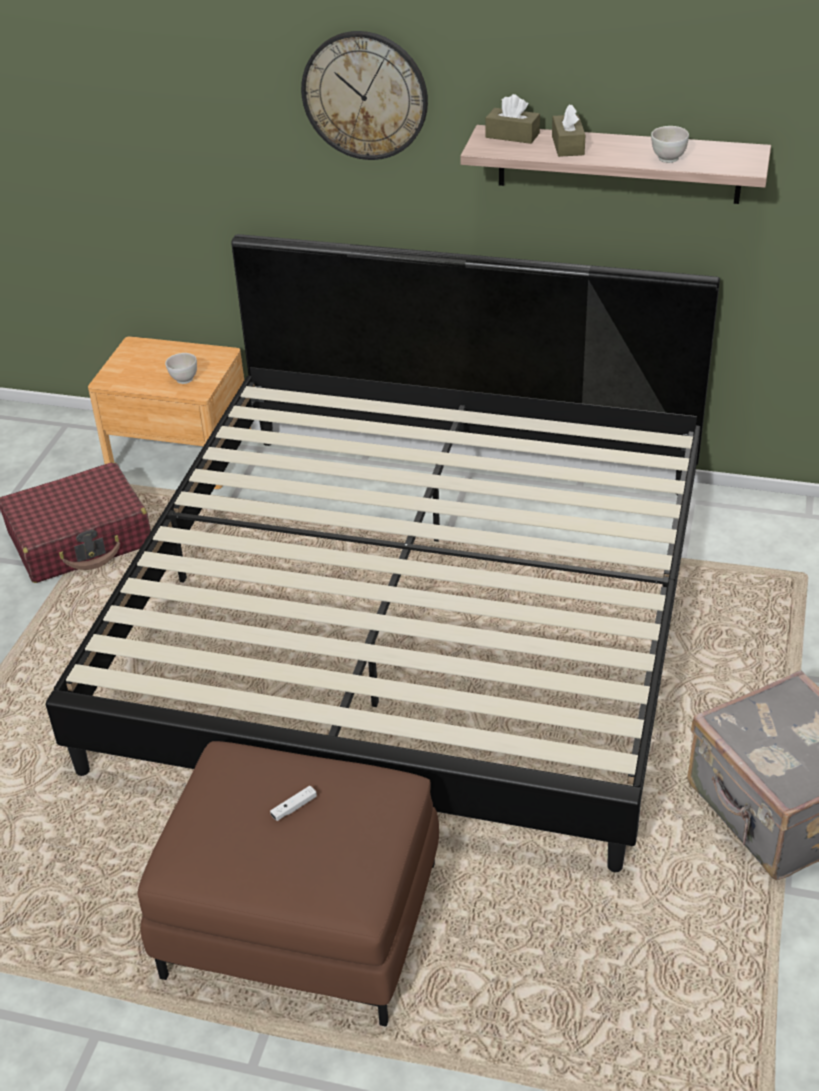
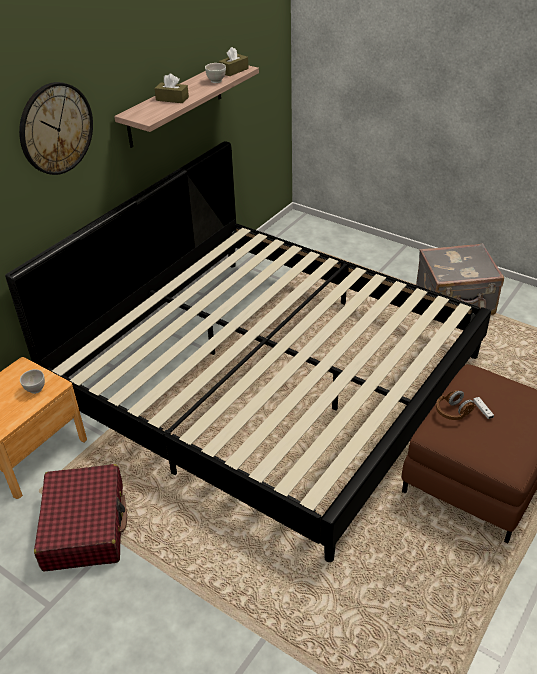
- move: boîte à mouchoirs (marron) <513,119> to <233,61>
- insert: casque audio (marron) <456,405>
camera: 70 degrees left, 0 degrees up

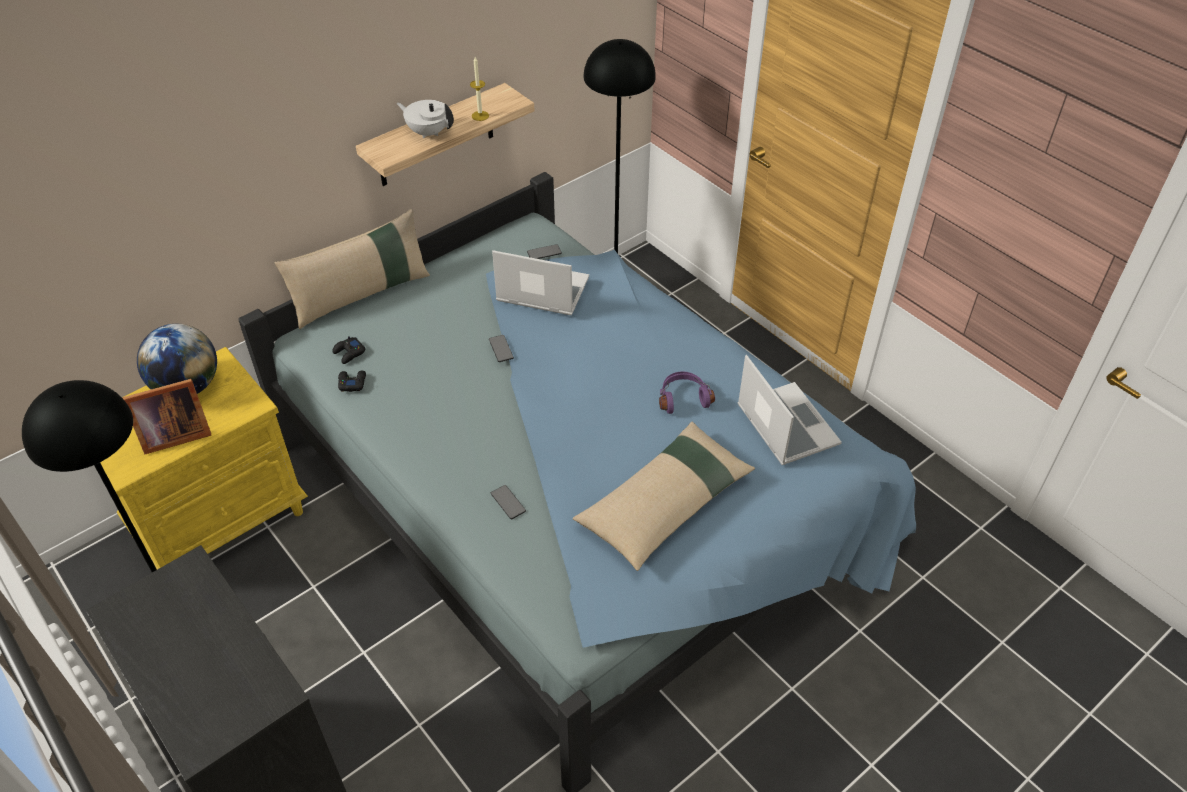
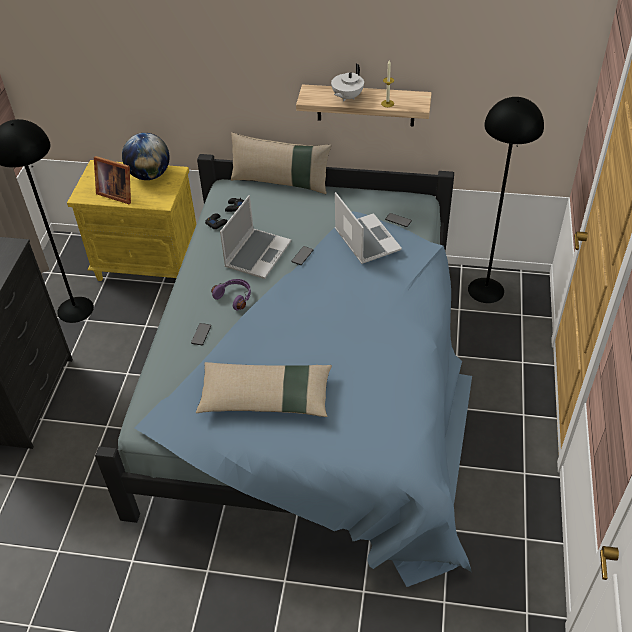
- rotate: théière (blanc) <425,119> = <347,83> 135 degrees counterclockwise
- move: ordinateur portable <790,410> to <255,237>
- move: casque audio (violet) <687,392> to <231,295>
camera: 50 degrees right, 0 degrees up

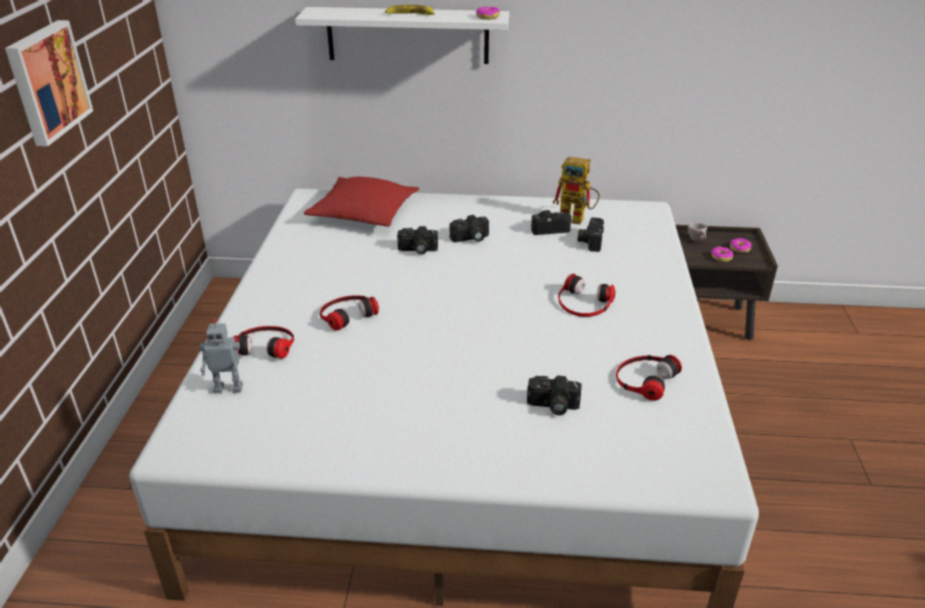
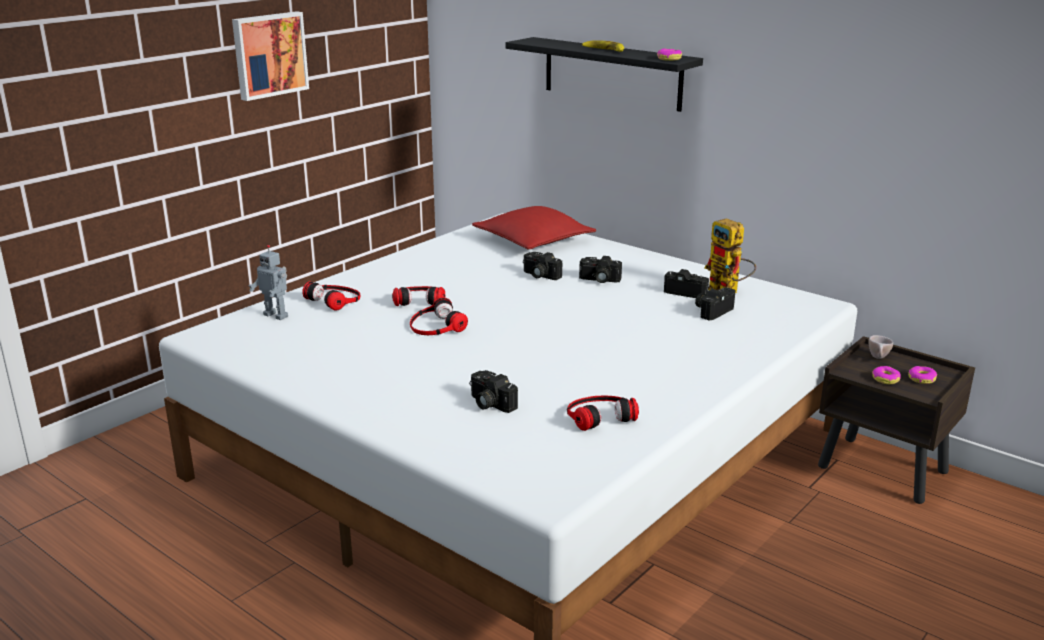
- recolor: étagère (blanc) <402,35> to étagère (noir) <604,74>
- move: casque audio <587,295> to <439,316>
camera: 35 degrees right, 10 degrees down

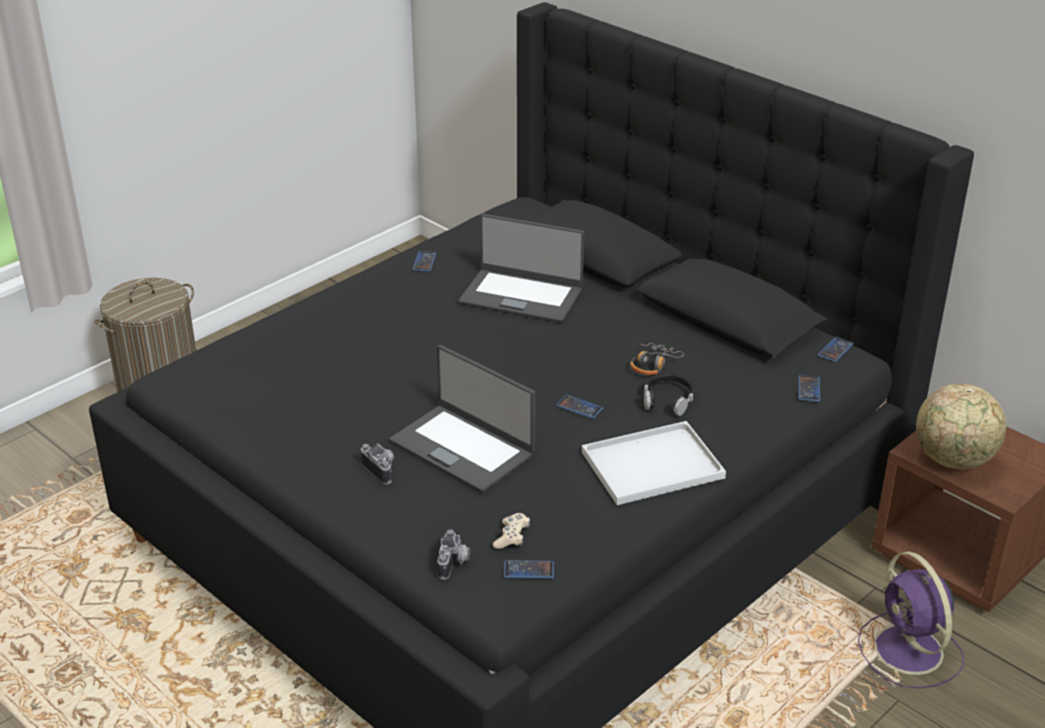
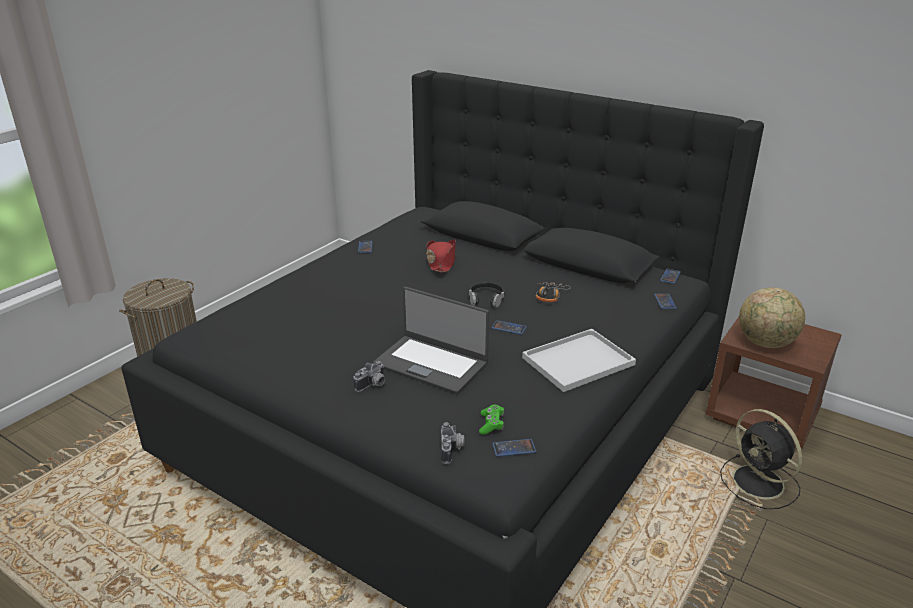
- replace: ordinateur portable <521,268> to chapeau (rouge) <441,256>
- move: casque audio (noir) <669,395> to <487,295>
- rotate: appareil photo <377,464> = <369,376> 90 degrees clockwise
- recolor: manette (beige) <511,531> to manette (vert) <491,420>
- recolor: ventilateur (violet) <911,620> to ventilateur (noir) <761,459>
camera: 10 degrees left, 5 degrees down

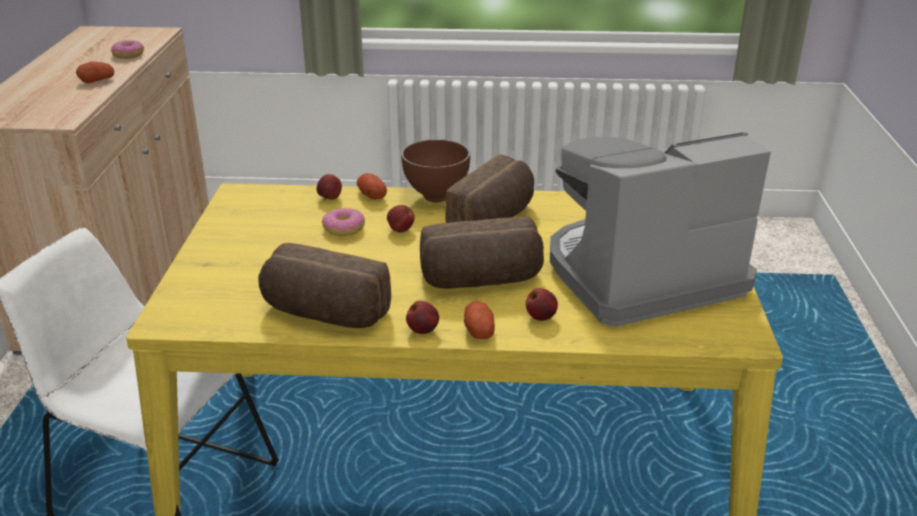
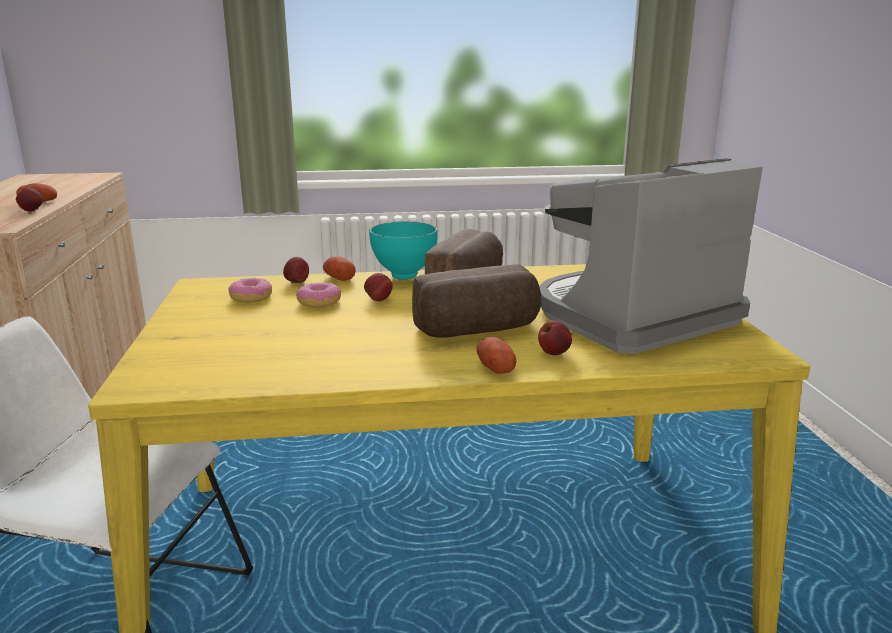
- move: beignet <127,49> to <250,290>
- recolor: bol (marron) <435,170> to bol (turquoise) <403,250>
- delete: pain <324,285>
- move: pomme <422,317> to <29,199>
camera: 10 degrees left, 10 degrees down

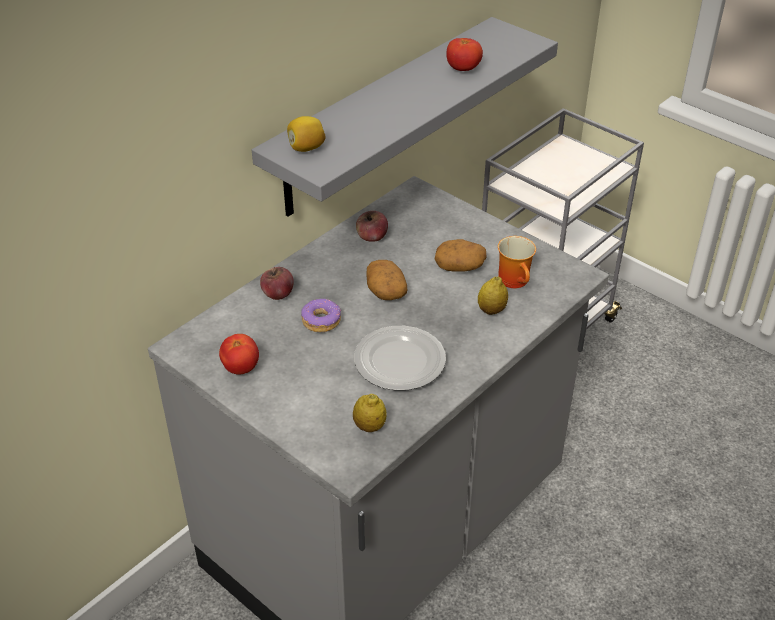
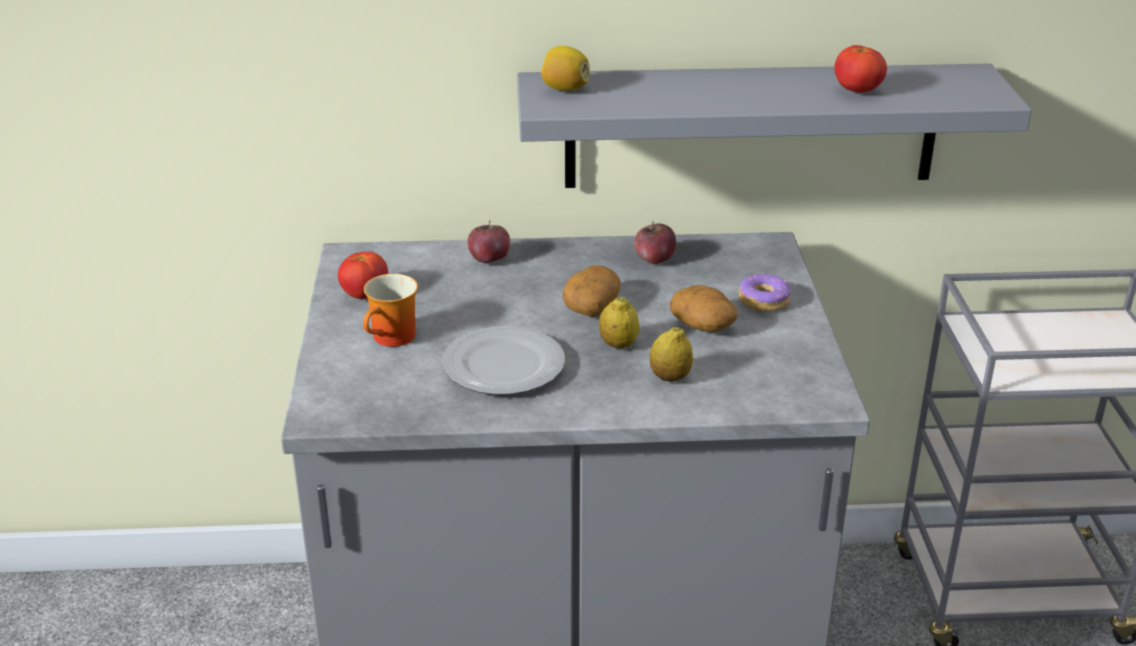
- move: mug <517,262> to <390,310>
- move: beignet <321,315> to <765,292>
- move: citron <370,413> to <619,322>
camera: 45 degrees right, 10 degrees down

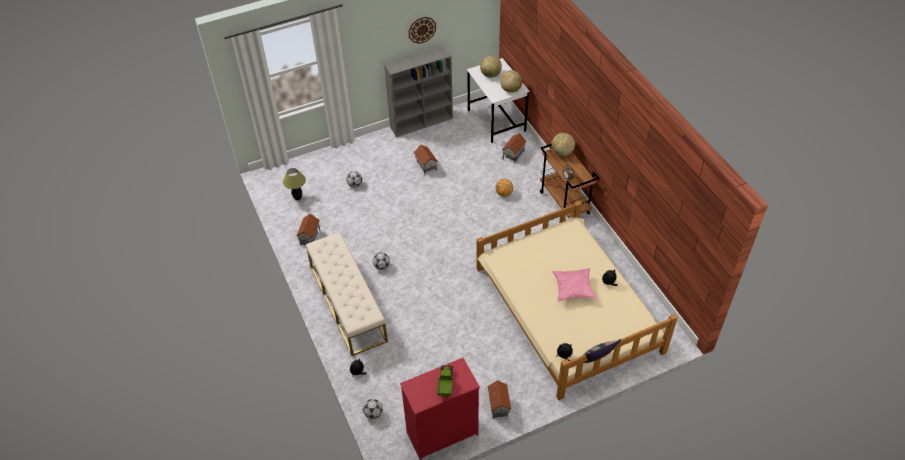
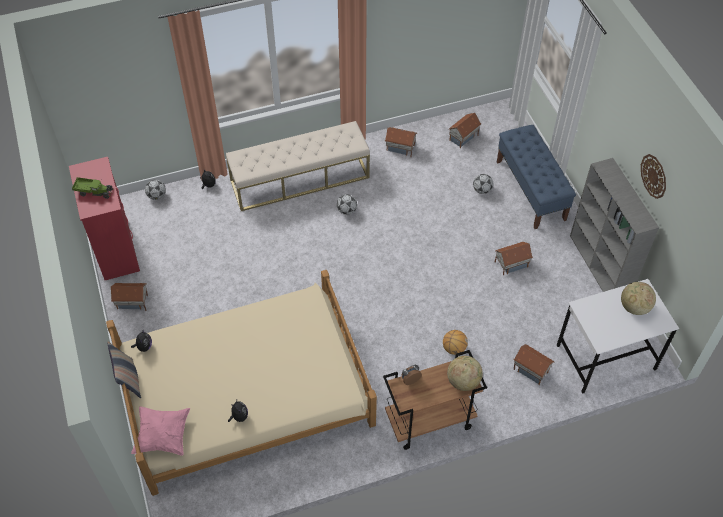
- delete: globe <511,81>
- replace: lampe de table <294,184> to maison miniature <465,130>
- move: coussin (rose) <574,285> to <160,431>
- insert: banc (bleu) <536,177>
camera: 95 degrees right, 5 degrees up

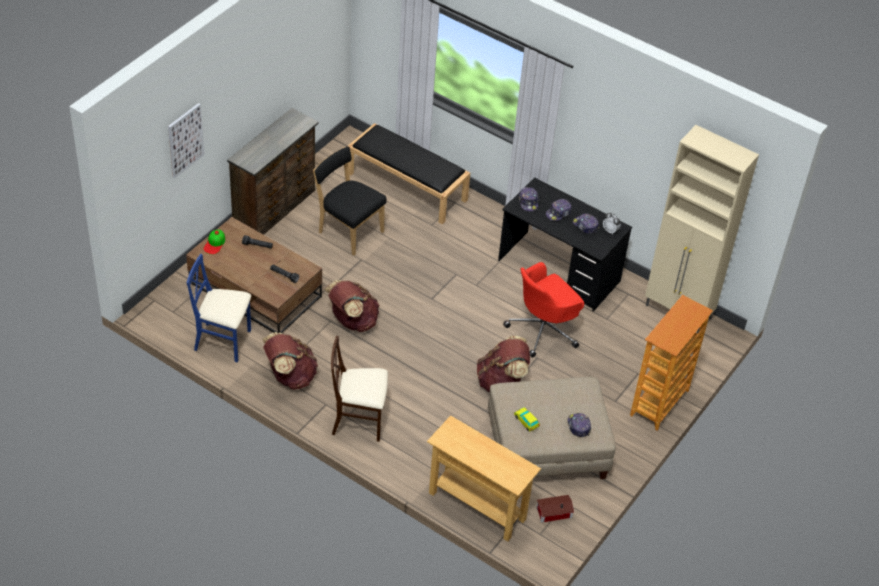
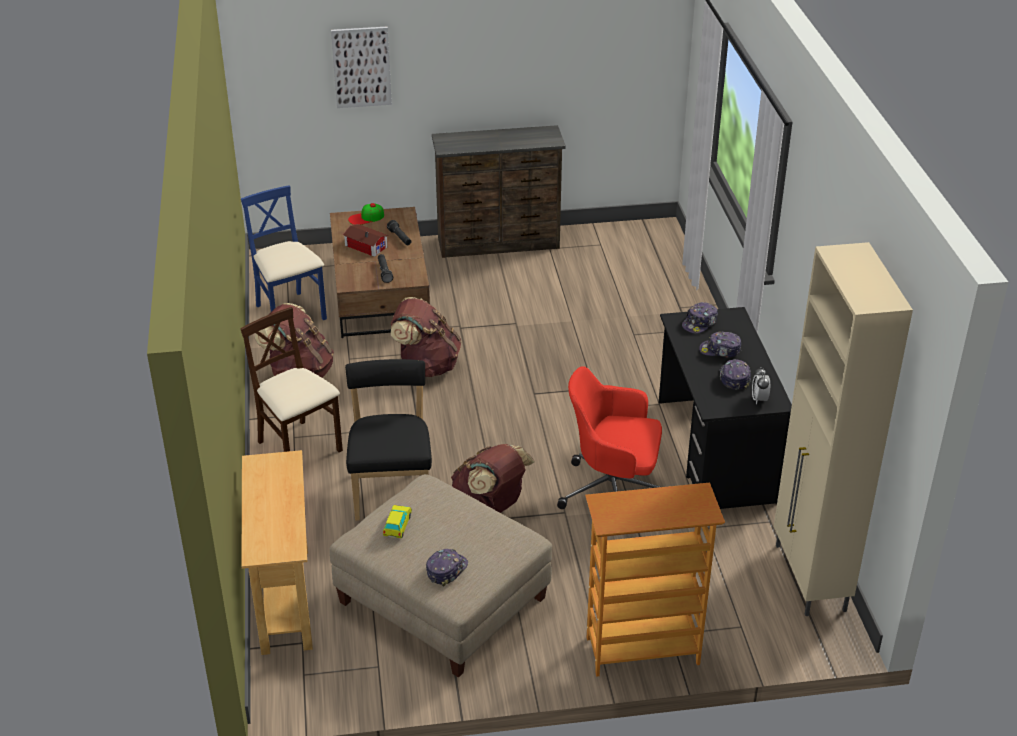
- delete: banc (noir) <409,174>
- move: chaise (noir) <350,201> to <388,440>
- move: maison miniature <555,509> to <366,240>
camera: 50 degrees right, 10 degrees down

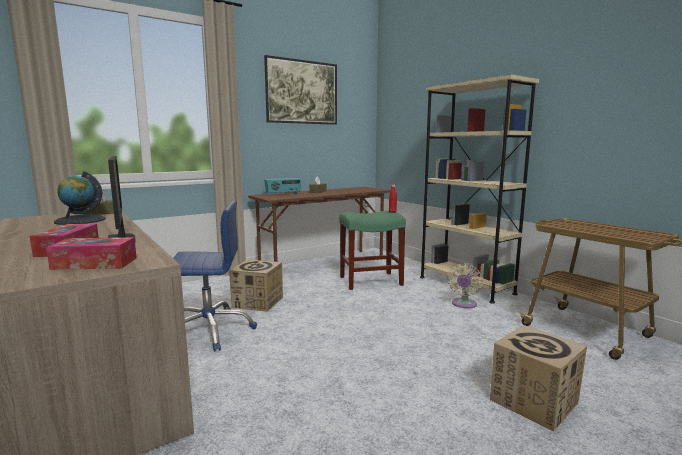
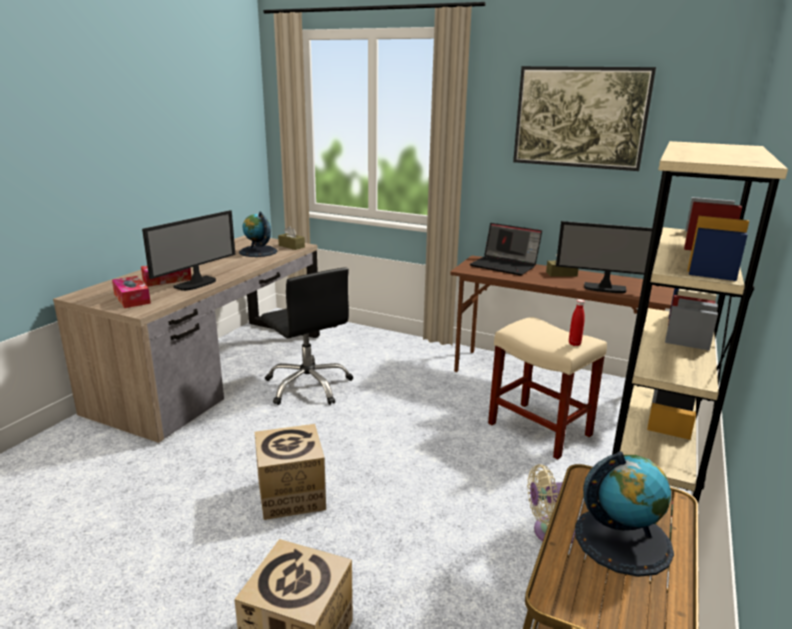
- replace: radio <282,187> to ordinateur portable <506,249>
- recolor: chaise de bureau (bleu) <215,276> to chaise de bureau (noir) <307,336>
- recolor: tabouret (vert) <372,250> to tabouret (beige) <547,388>
- move: carton <256,286> to <290,472>
- insert: écran d'ordinateur <604,257>
- insert: globe <624,514>
camera: 60 degrees right, 10 degrees up

